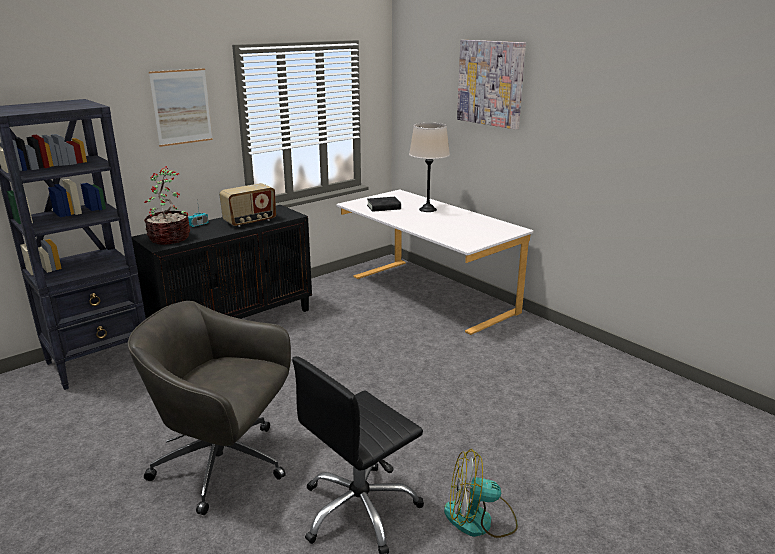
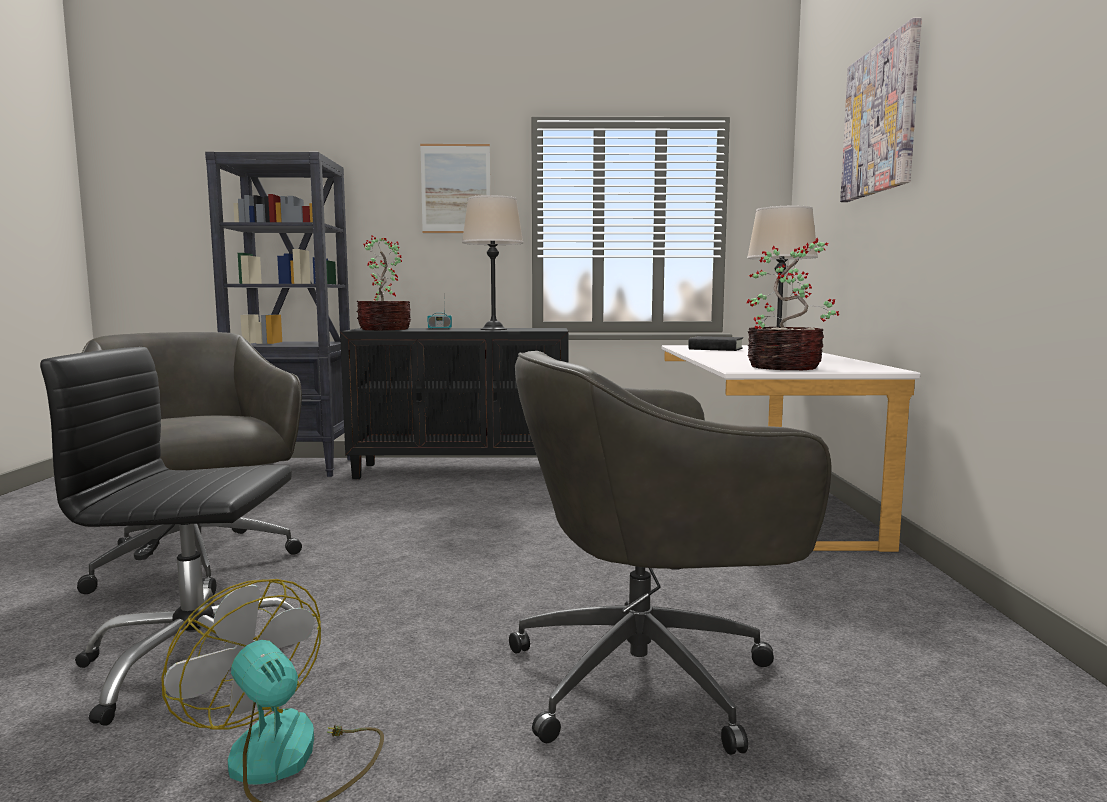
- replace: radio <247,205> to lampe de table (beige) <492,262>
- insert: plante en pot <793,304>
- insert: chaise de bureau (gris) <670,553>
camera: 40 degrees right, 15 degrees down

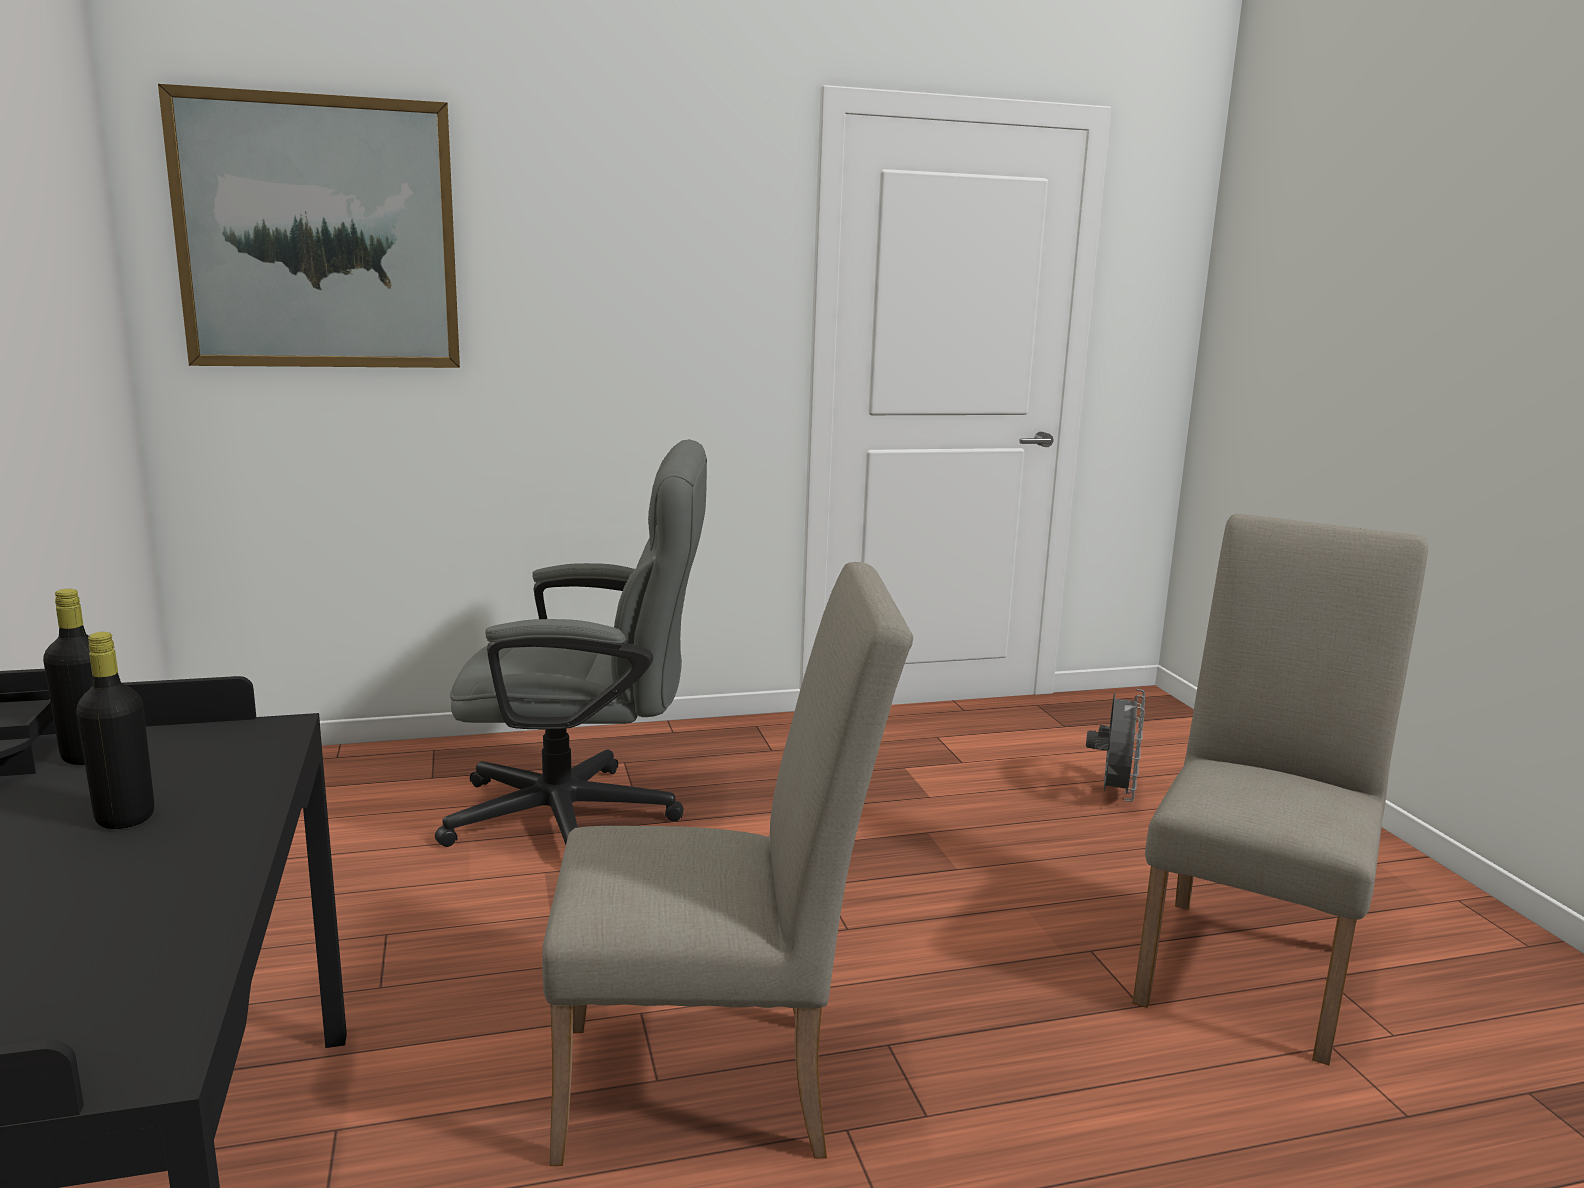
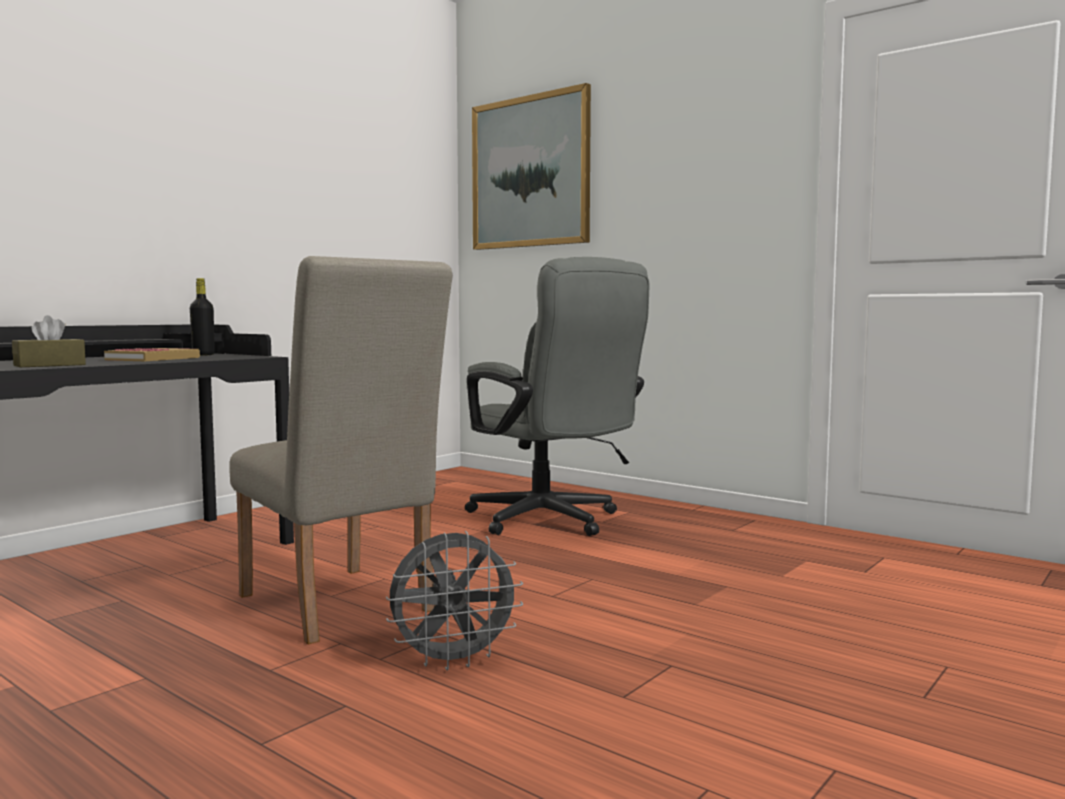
- delete: chaise (beige) <1280,789>
- replace: bouteille (noir) <115,730> to livre <152,354>
- move: ventilateur (gris) <1115,745> to <454,601>
- insert: boîte à mouchoirs (marron) <49,341>
camera: 55 degrees right, 10 degrees down

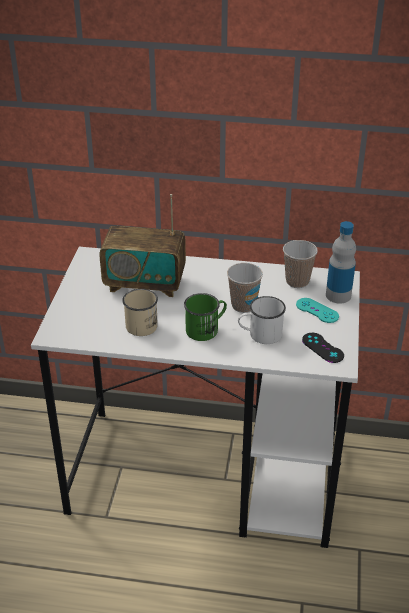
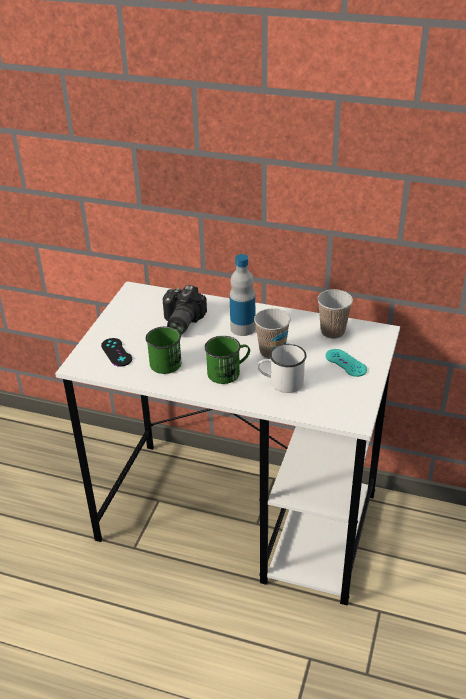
- replace: radio <142,245> to appareil photo <185,310>
- move: bouteille <341,262> to <242,295>
- recolor: mug (beige) <140,312> to mug (vert) <163,350>
- move: manette (noir) <323,348> to <116,352>
camera: 10 degrees right, 0 degrees up

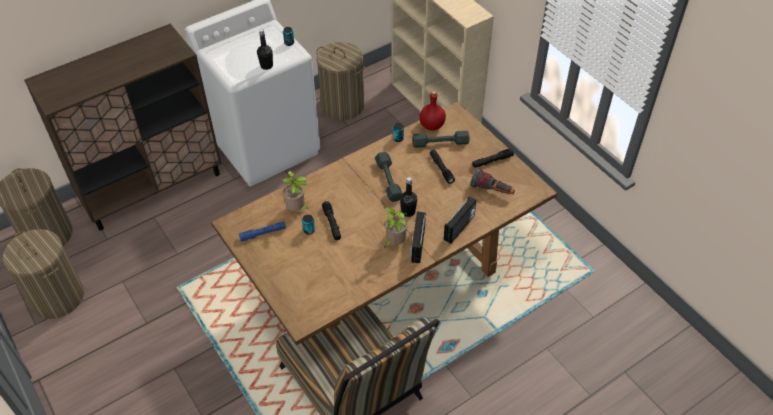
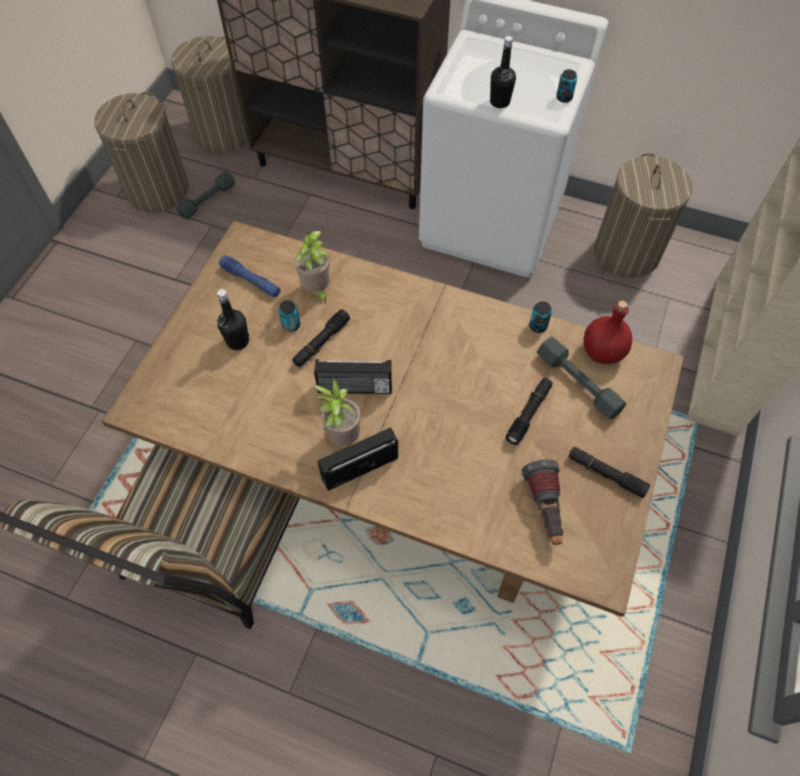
- move: haltère (gris) <388,177> to <205,195>
- move: bouteille (noir) <408,197> to <233,319>
- move: radio <460,220> to <353,376>
camera: 55 degrees right, 10 degrees up

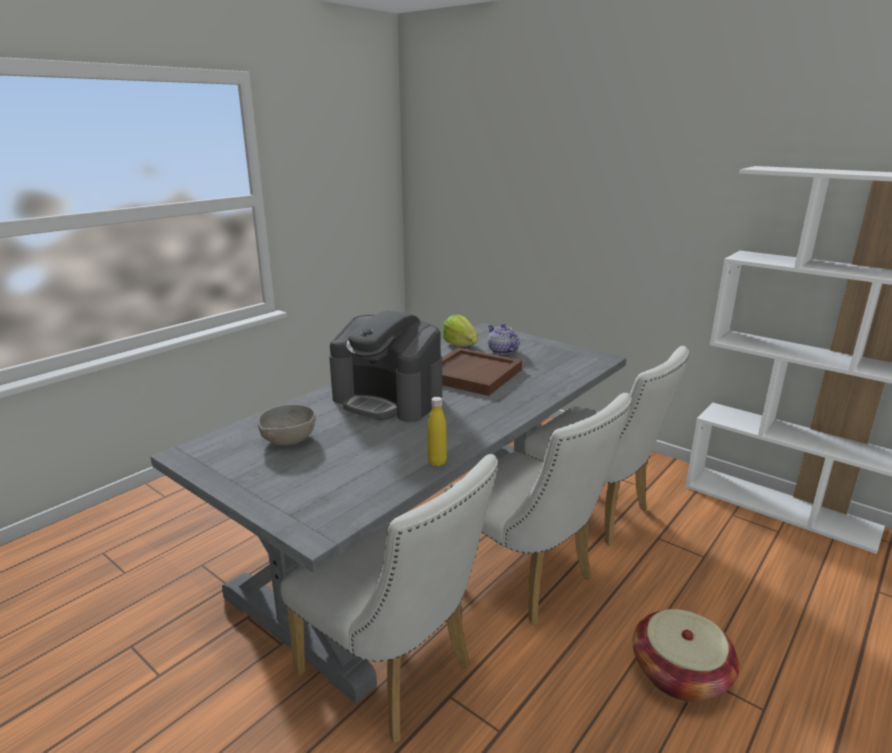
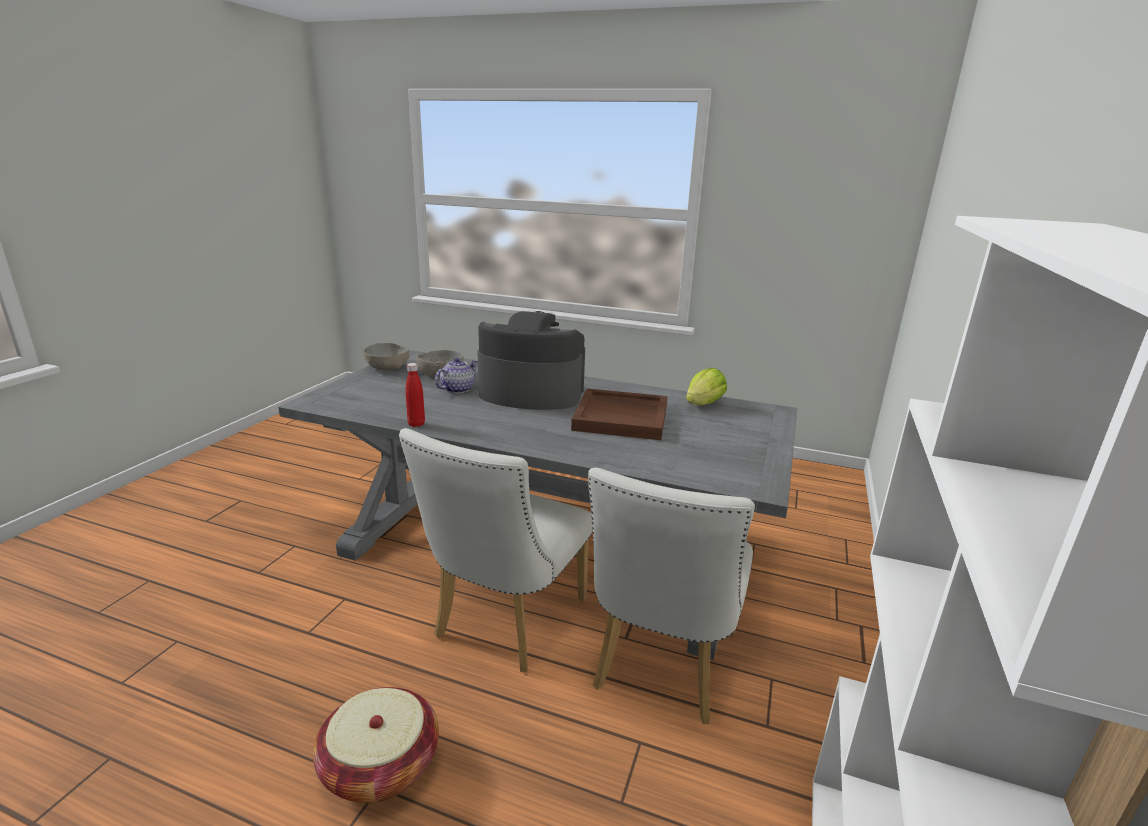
- rotate: machine à café <385,366> = <531,360> 90 degrees clockwise
- move: théière <503,339> to <456,375>
- recolor: bouteille (jaune) <437,431> to bouteille (rouge) <415,395>
- delete: chaise (blanc) <389,598>
- insert: bol (gris) <386,357>
camera: 70 degrees right, 0 degrees up

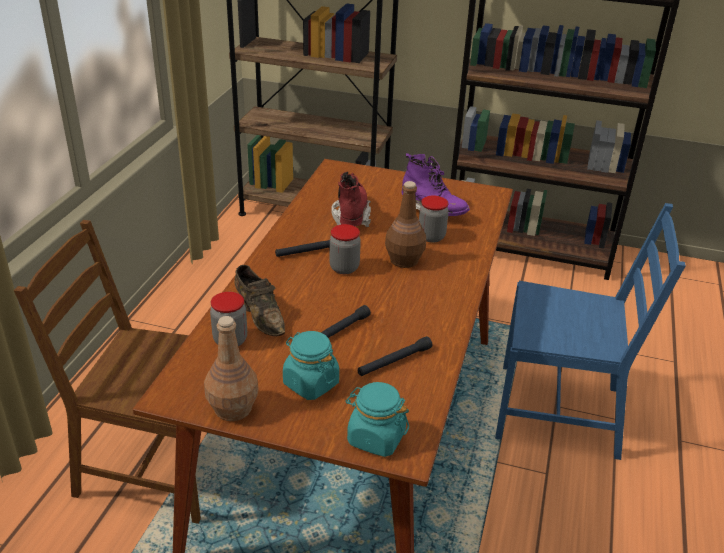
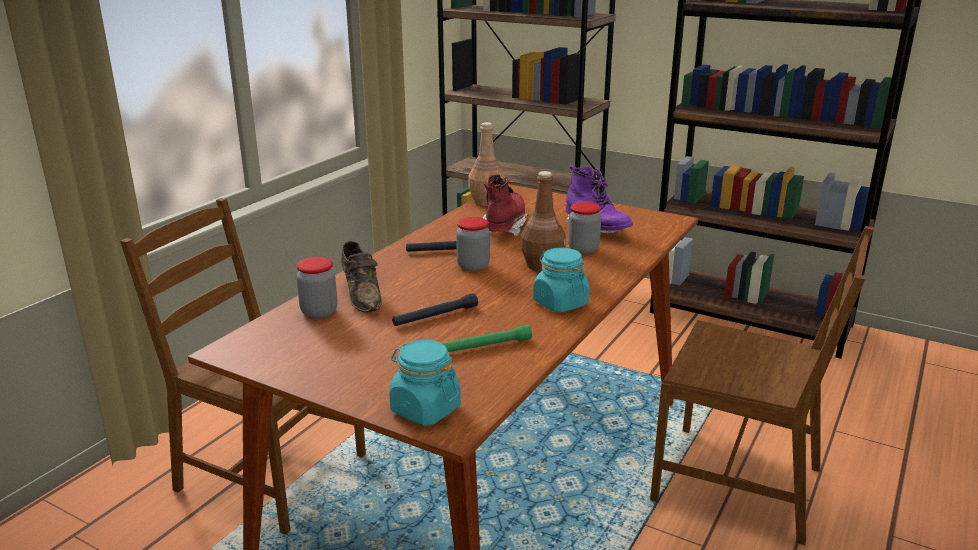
- recolor: chaise (bleu) <590,331> to chaise (marron) <762,385>
- move: bouteille (marron) <231,368> to <486,164>
- move: bocal (turquoise) <311,365> to <561,280>
- recolor: lampe de poche (noir) <394,356> to lampe de poche (vert) <487,338>
camera: 15 degrees right, 10 degrees down

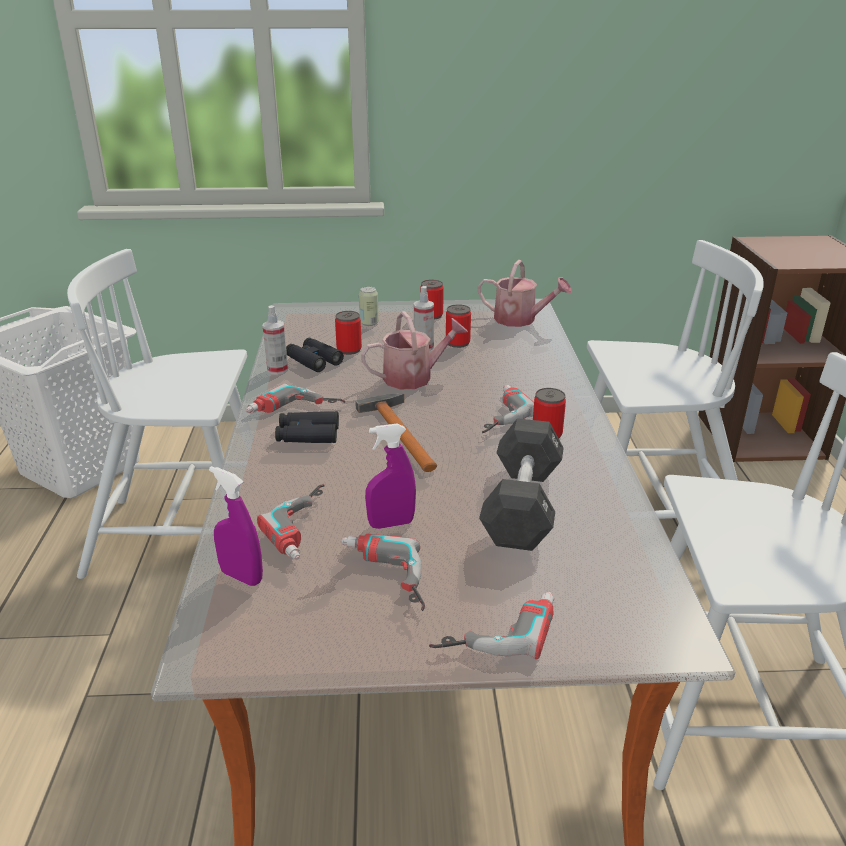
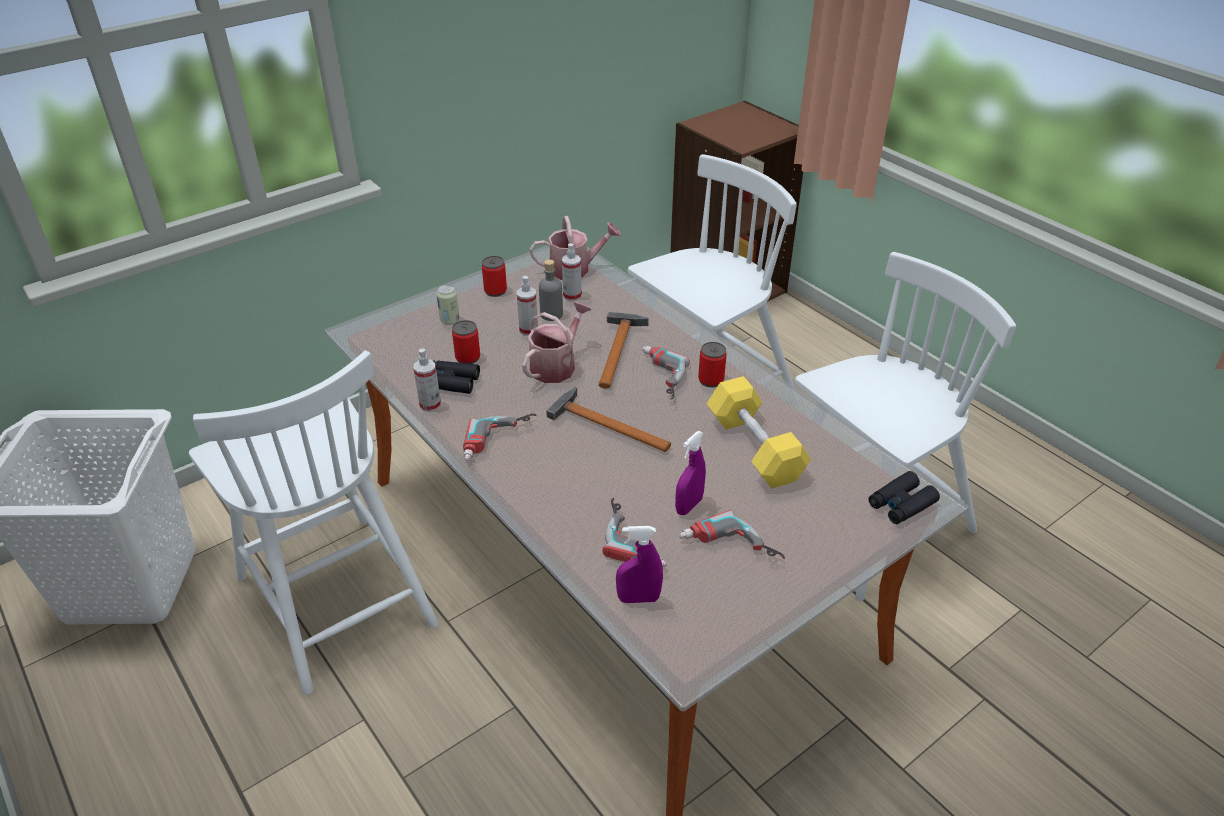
- rotate: chaise (blanc) <157,414> = <314,522> 90 degrees counterclockwise
- replace: boîte métallique <458,326> to bouteille (gris) <551,290>
- move: jumelles (noir) <307,427> to <904,497>
- recolor: haltère (noir) <521,484> to haltère (jaune) <759,432>
- delete: perceuse <491,625>
- insert: vaporisateur <572,272>
- insert: marteau <624,350>
camera: 35 degrees left, 10 degrees up

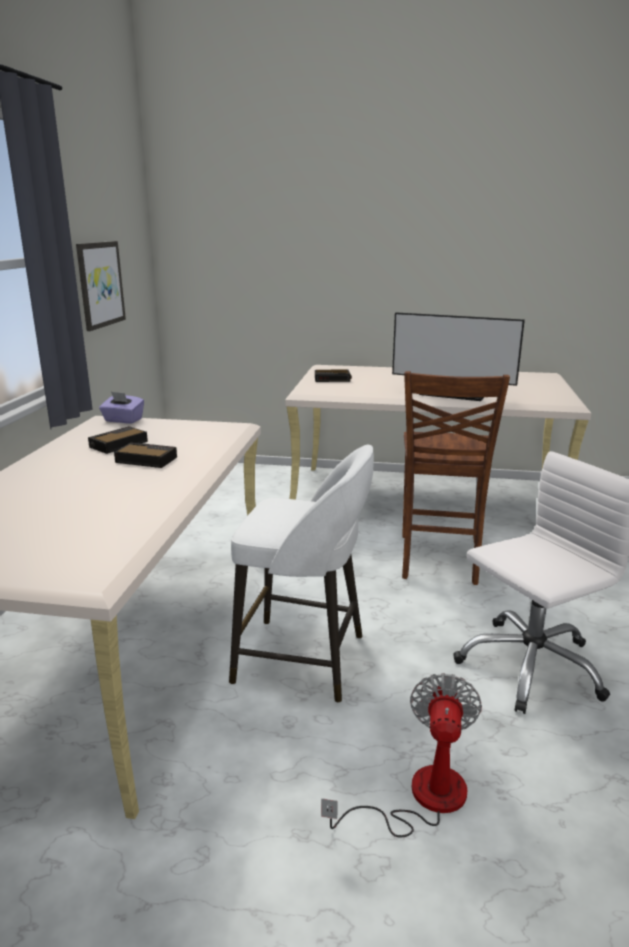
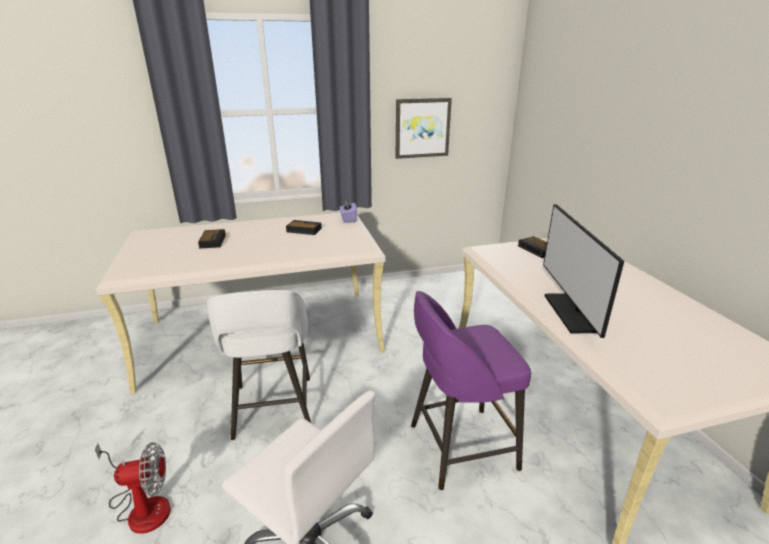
- replace: chaise (marron) <456,478> to tabouret (violet) <471,390>
- move: réveil <145,455> to <212,239>
camera: 65 degrees right, 5 degrees up

